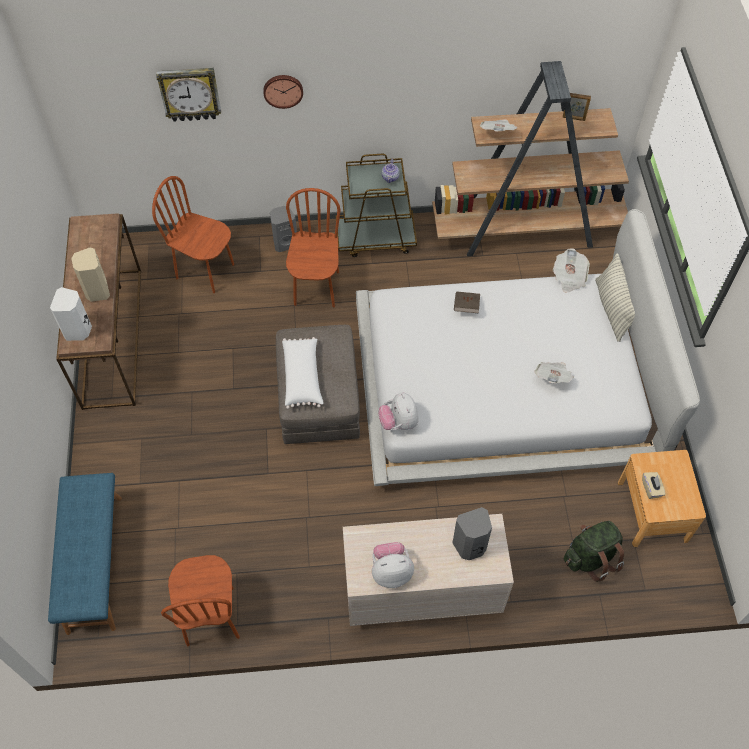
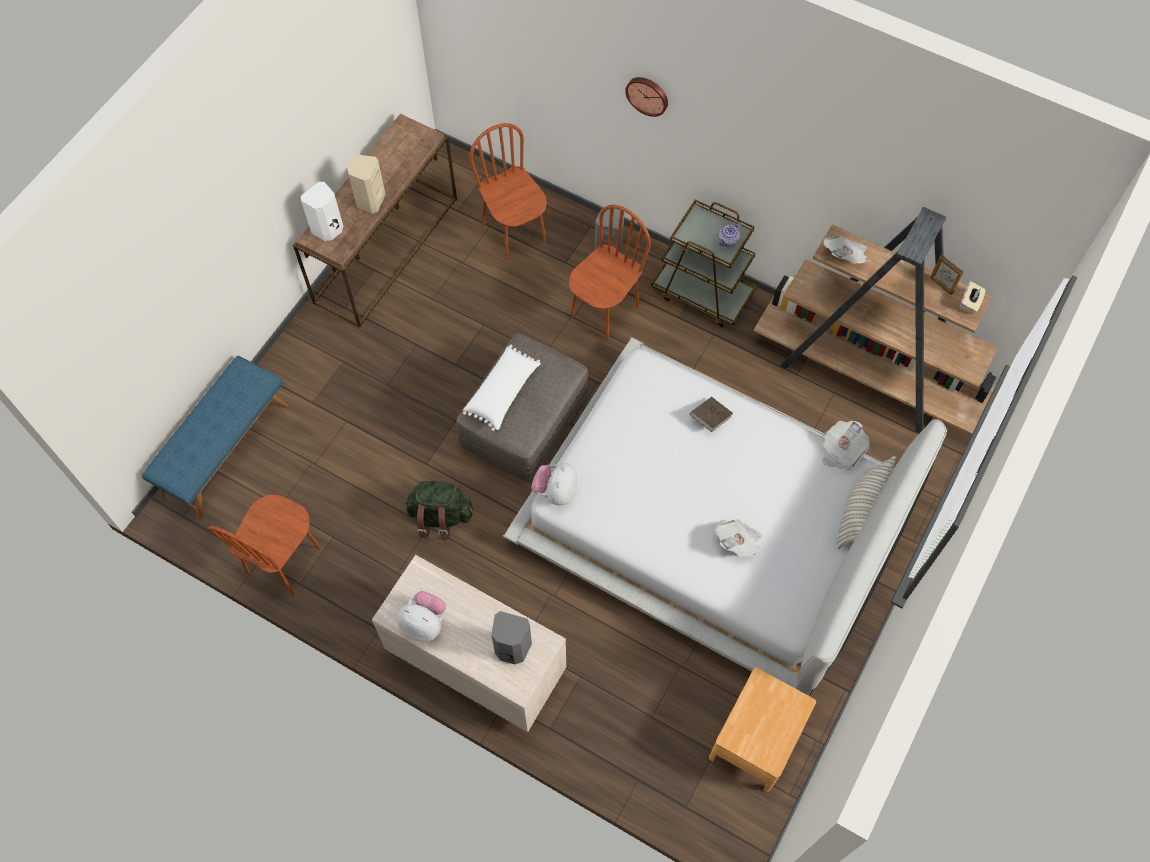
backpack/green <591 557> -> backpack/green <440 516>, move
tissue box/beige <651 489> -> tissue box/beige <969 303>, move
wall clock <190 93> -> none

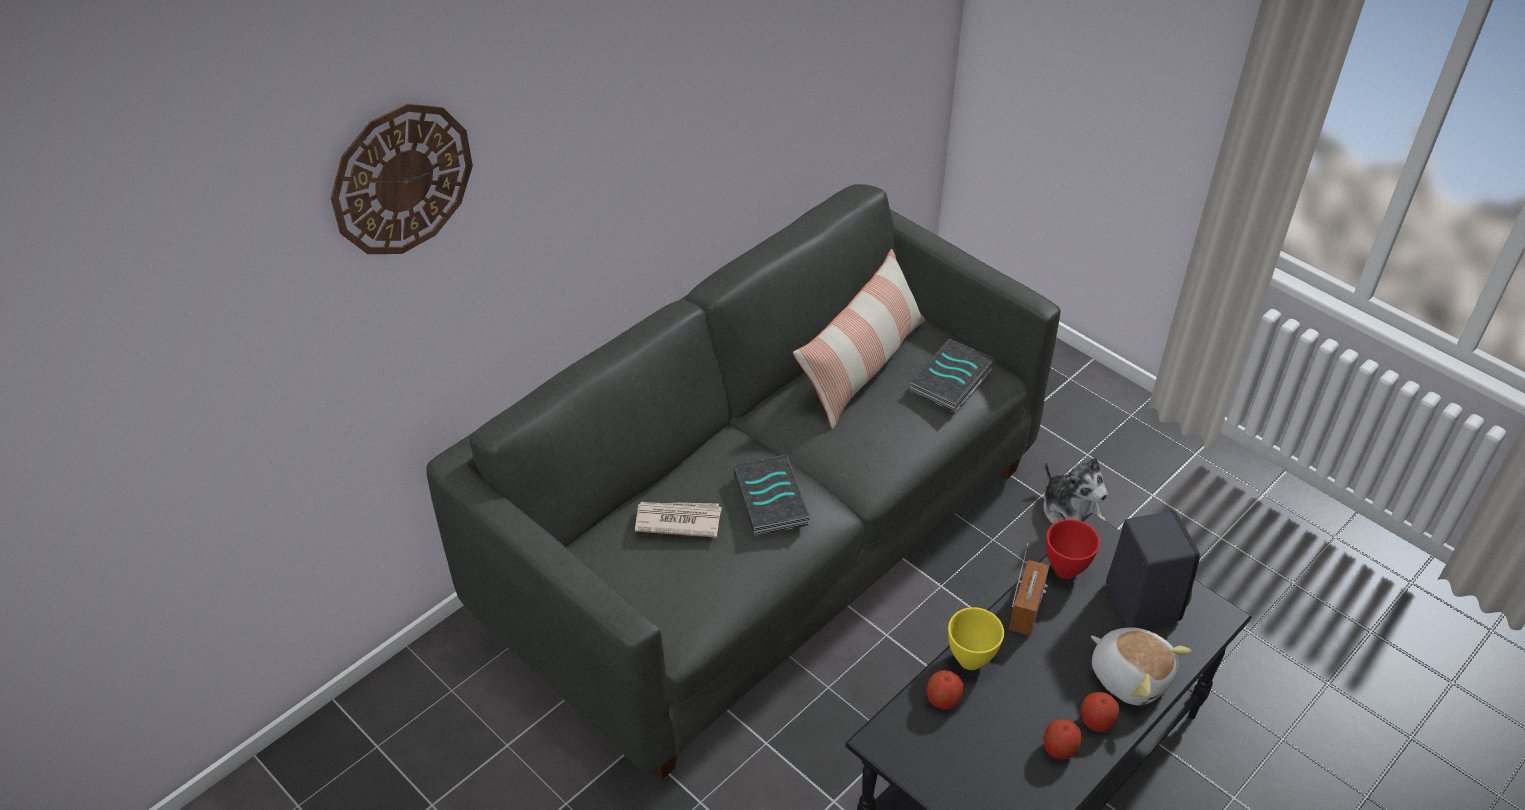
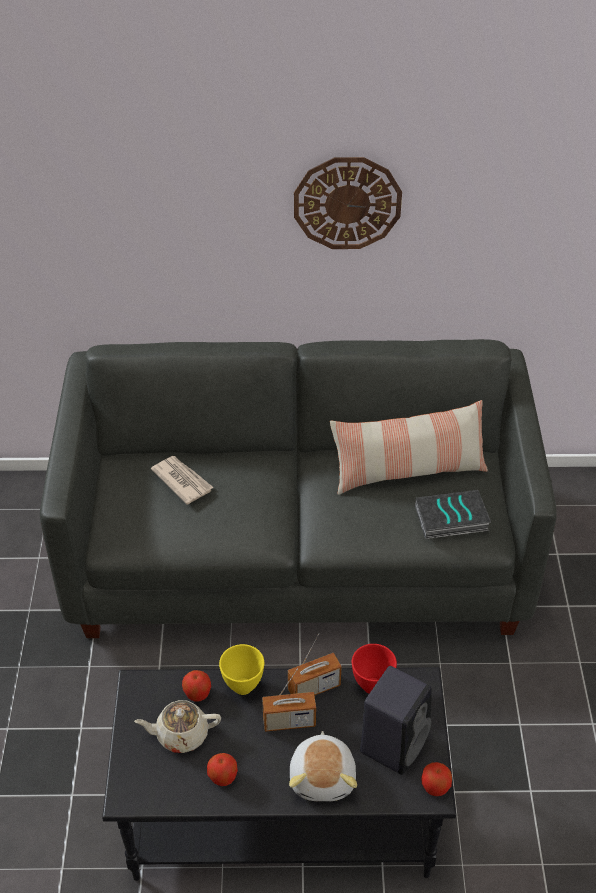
none -> teapot/beige <181 734>
none -> radio <289 722>
wall clock <402 179> -> wall clock <347 203>, move
apple <1096 722> -> apple <435 787>, move
book <772 501> -> none
plush toy <1071 511> -> none

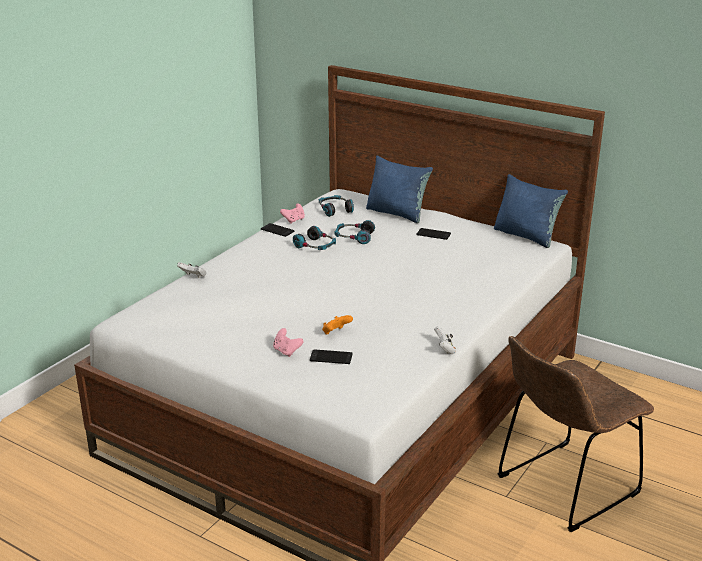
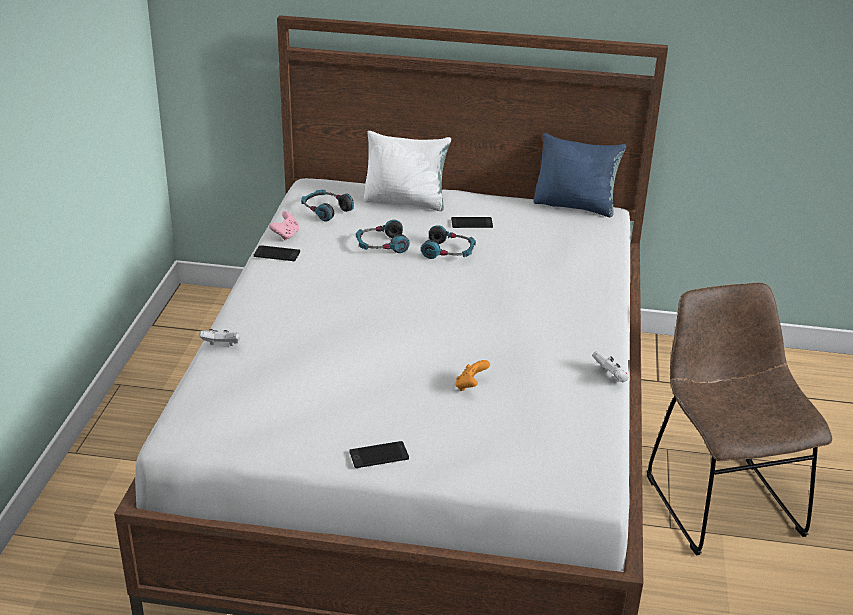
phone <331 357> -> phone <379 455>, move
pillow/blue <397 213> -> pillow/white <405 202>
headphones <315 246> -> headphones <448 252>, move
chair/brown <562 488> -> chair/brown <719 500>, 135 degrees clockwise
game controller/pink <287 351> -> none

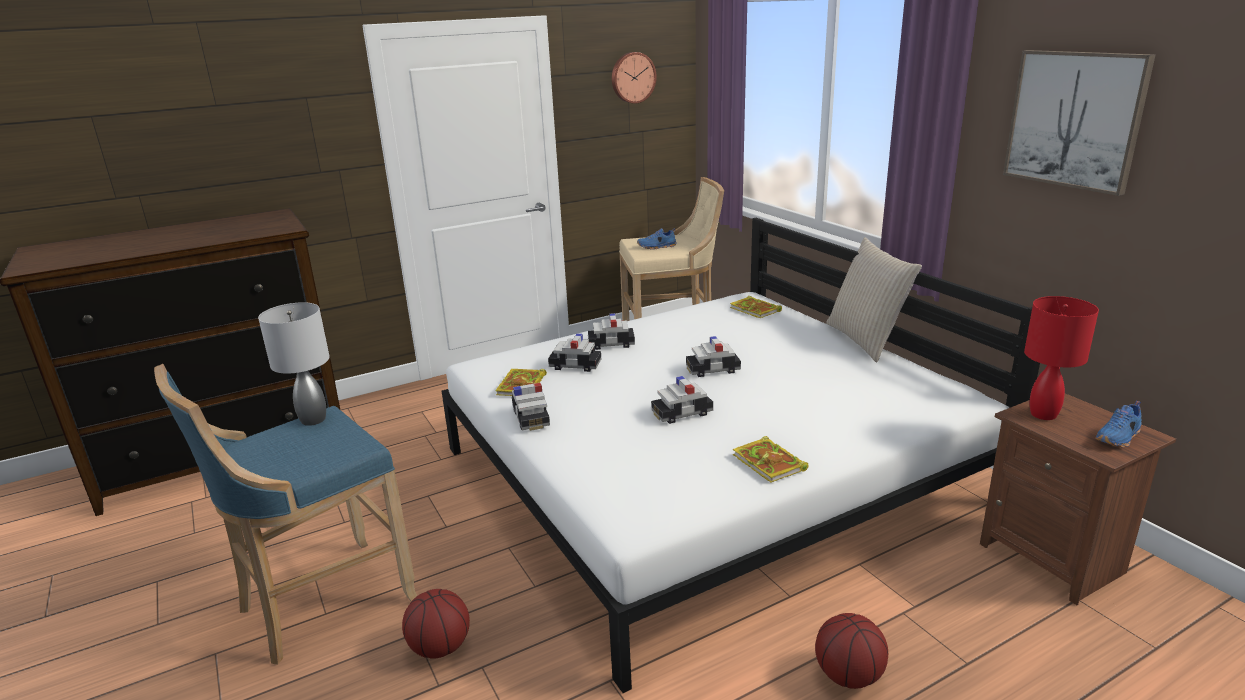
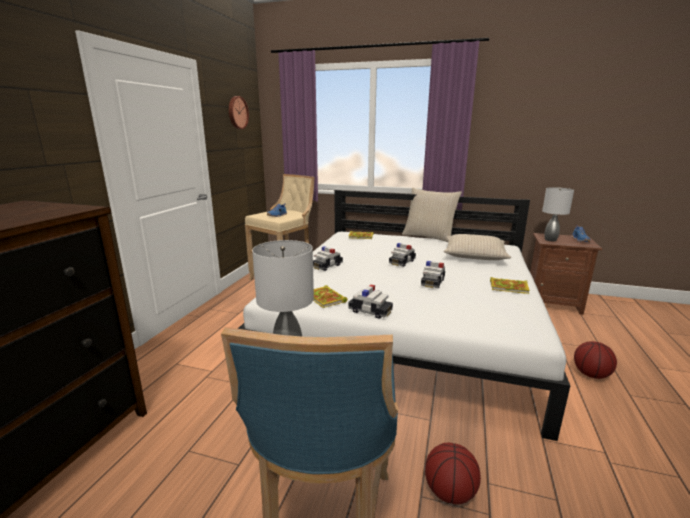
none -> pillow/beige <474 255>
table lamp/red <1043 414> -> table lamp/grey <550 239>
toy car <575 365> -> none
picture <1075 120> -> none

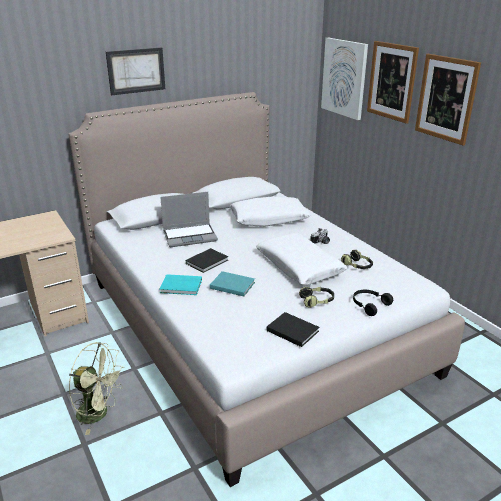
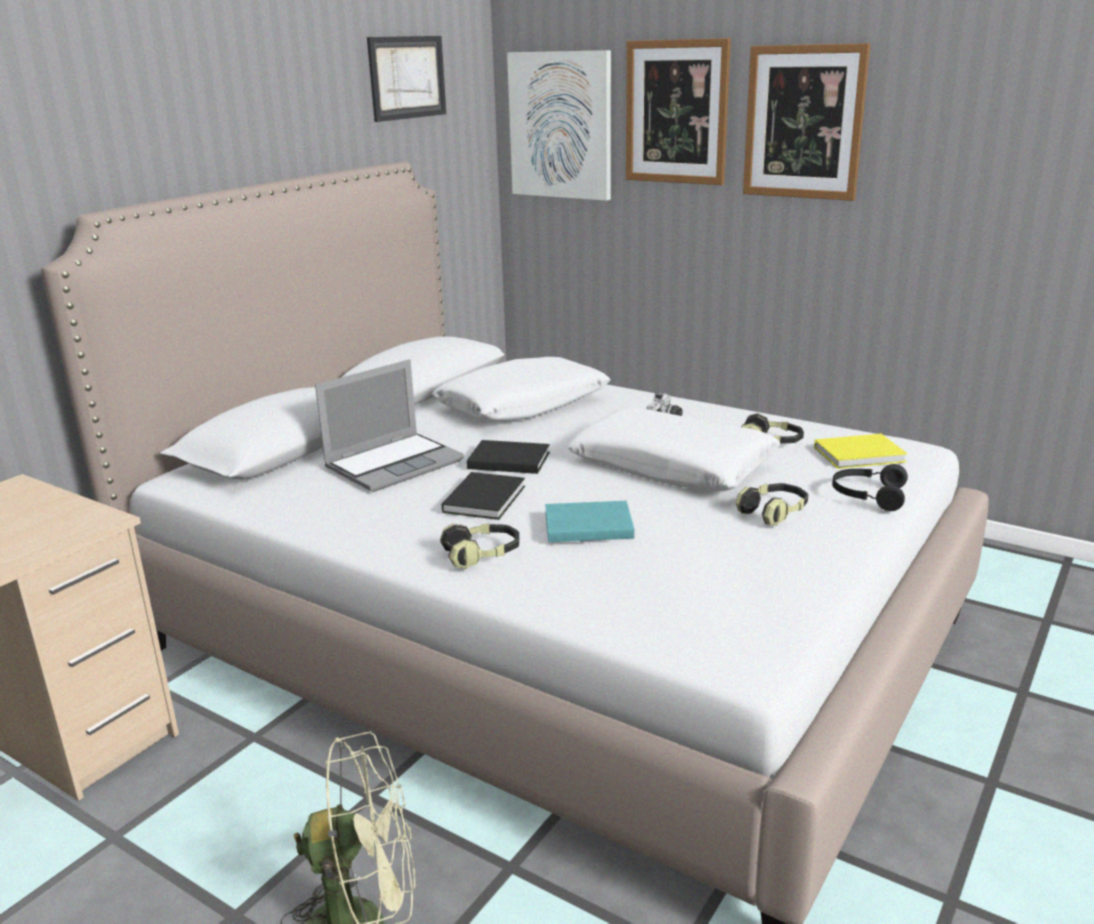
picture <136 71> -> picture <407 77>, move
book/turquoise <182 287> -> headphones <482 555>
book/black <292 330> -> book/black <507 460>, move
none -> book/yellow <862 455>

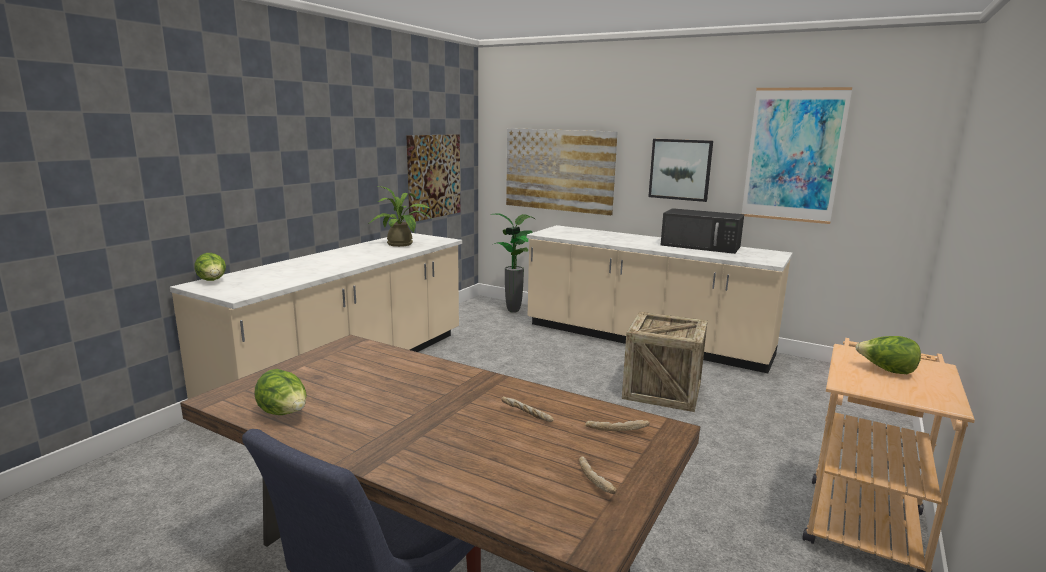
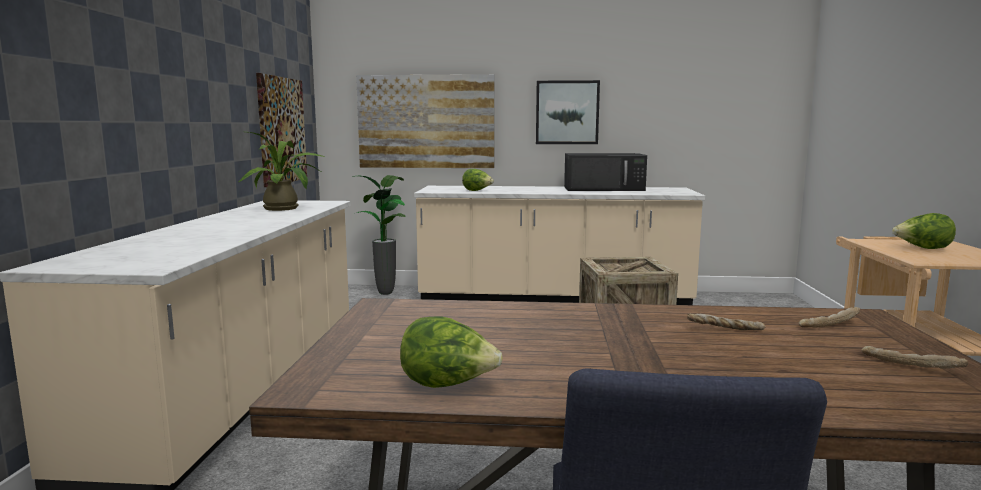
lettuce <212 281> -> lettuce <477 191>, move
picture <793 155> -> none

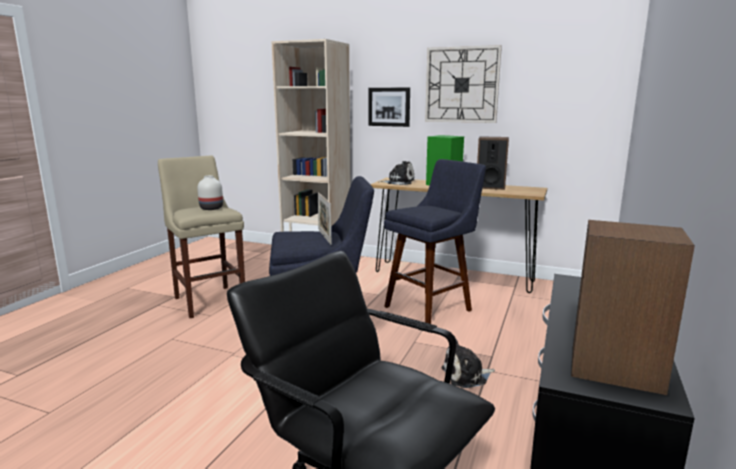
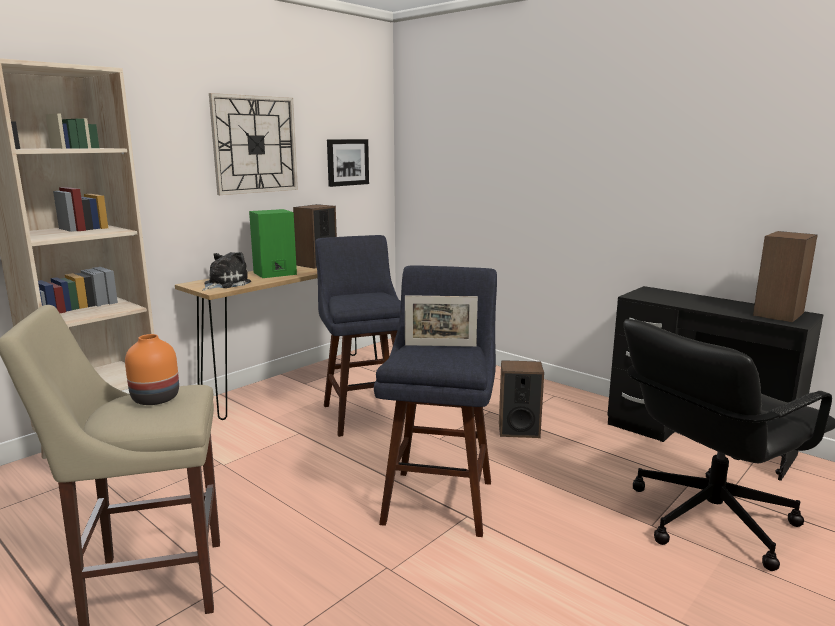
vase/white <212 208> -> vase/orange <157 398>
picture <389 107> -> picture <347 162>, move
plush toy <466 376> -> speaker <518 430>

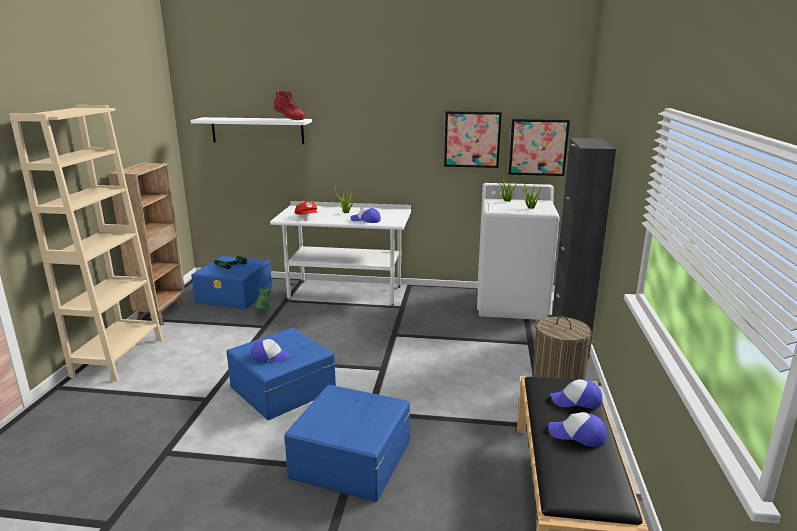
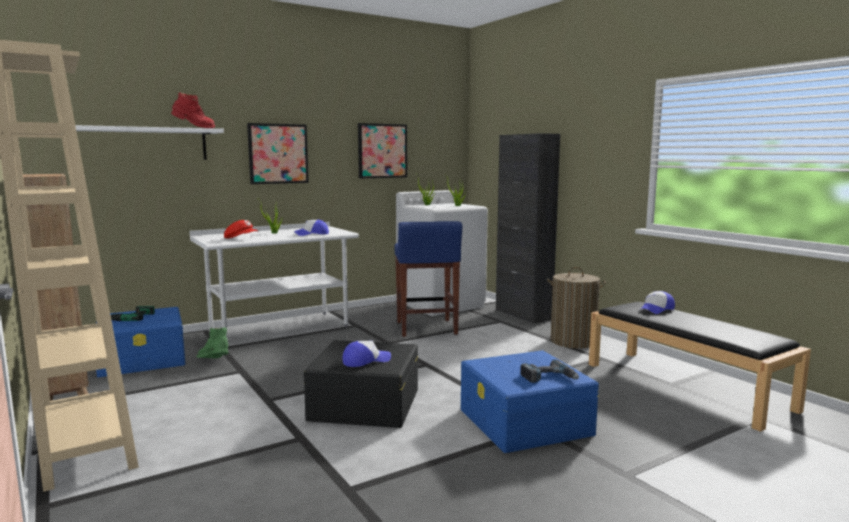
picture <538 147> -> picture <278 153>, move
storage box/blue <282 388> -> storage box/black <364 404>
none -> stool/blue <426 328>
none -> power drill <549 377>
cap <577 435> -> none

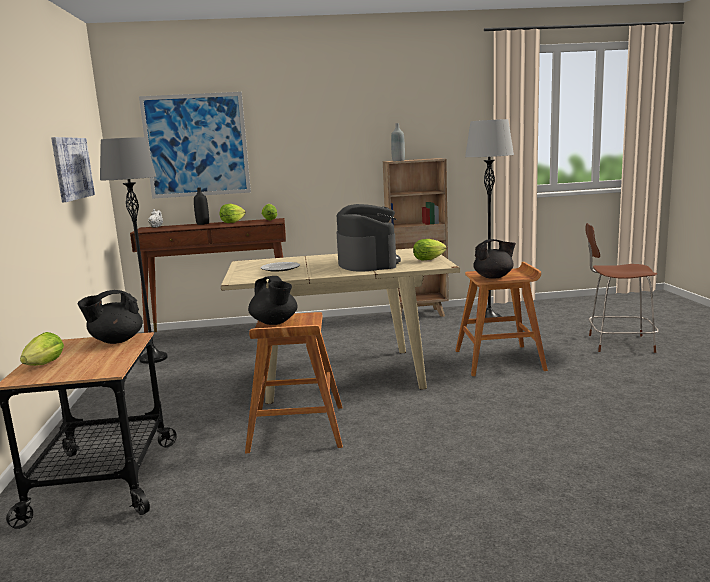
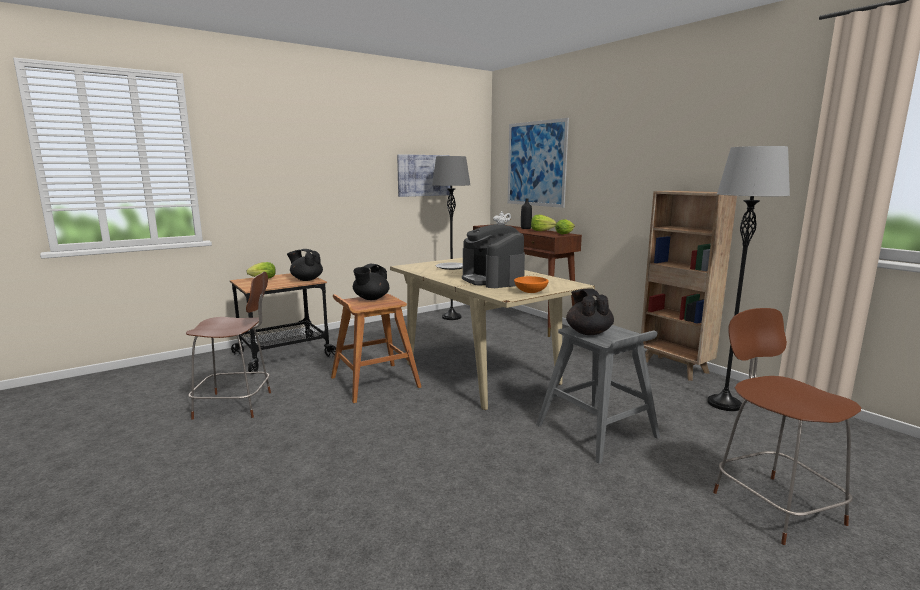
none -> chair/brown <236 405>
coffee machine <367 263> -> coffee machine <492 280>, 105 degrees clockwise
lettuce <430 259> -> bowl/orange <530 291>
stool/brown <500 360> -> stool/grey <597 431>
teapot/black <494 277> -> teapot/black <588 332>, 150 degrees counterclockwise
bottle/grey <398 160> -> none

